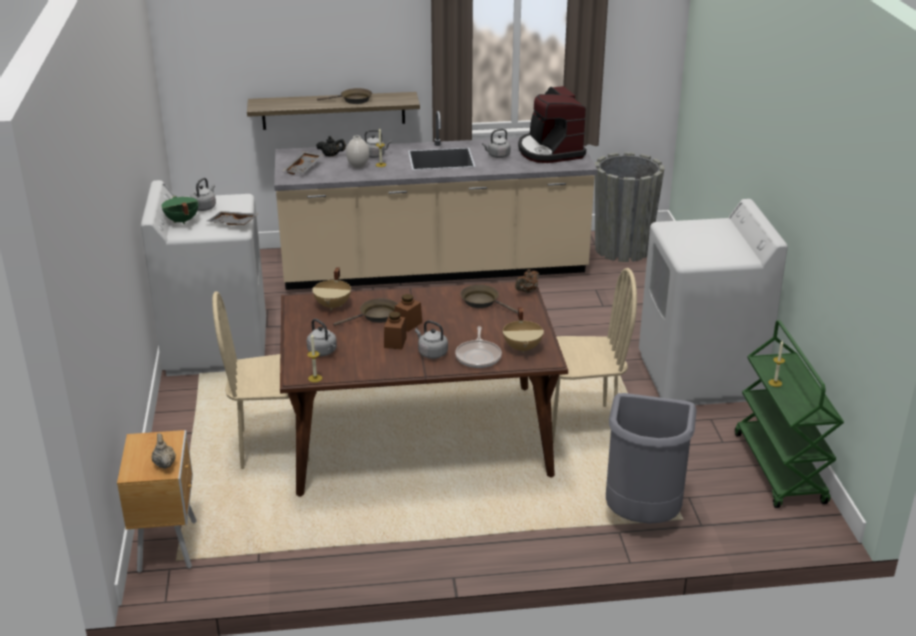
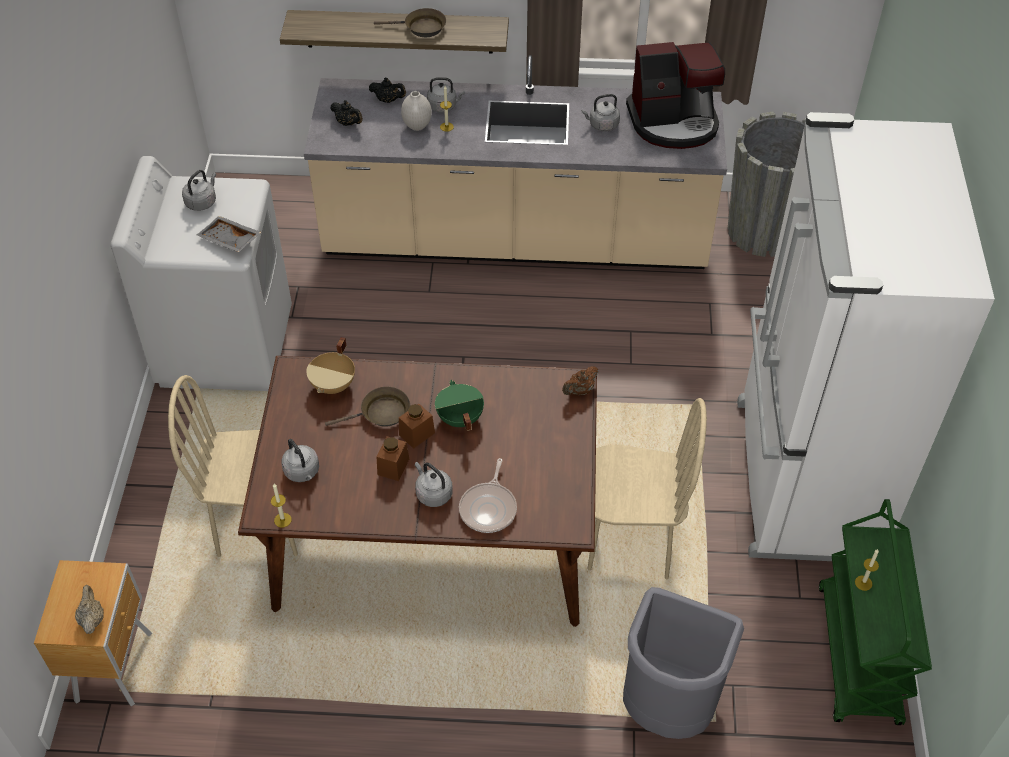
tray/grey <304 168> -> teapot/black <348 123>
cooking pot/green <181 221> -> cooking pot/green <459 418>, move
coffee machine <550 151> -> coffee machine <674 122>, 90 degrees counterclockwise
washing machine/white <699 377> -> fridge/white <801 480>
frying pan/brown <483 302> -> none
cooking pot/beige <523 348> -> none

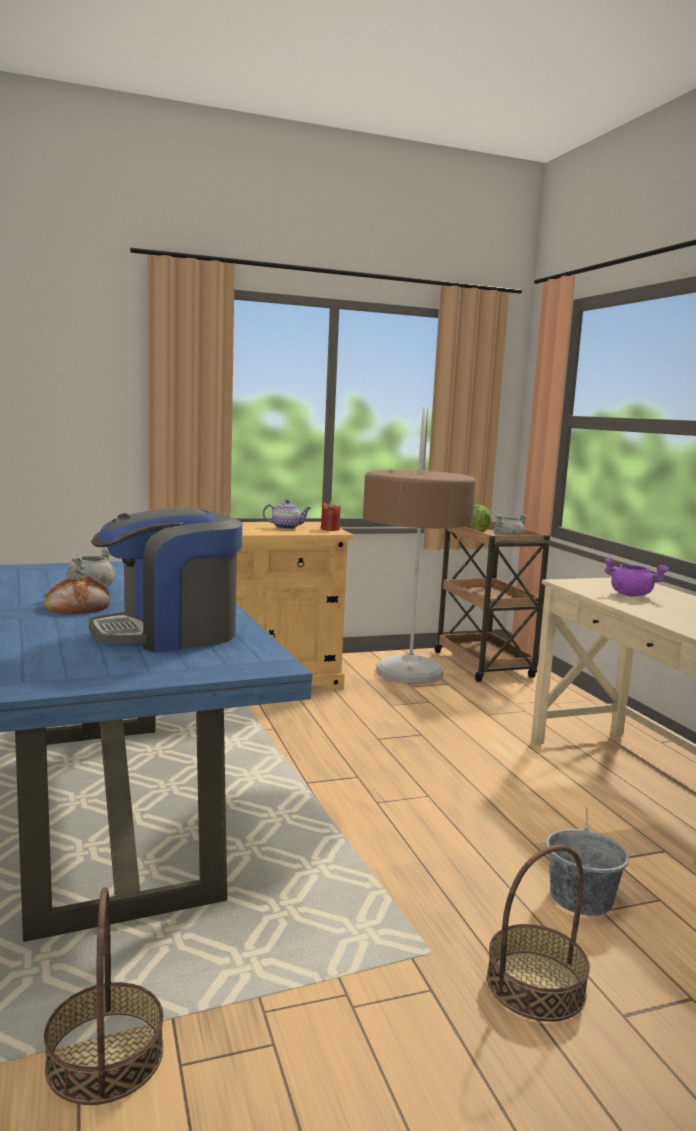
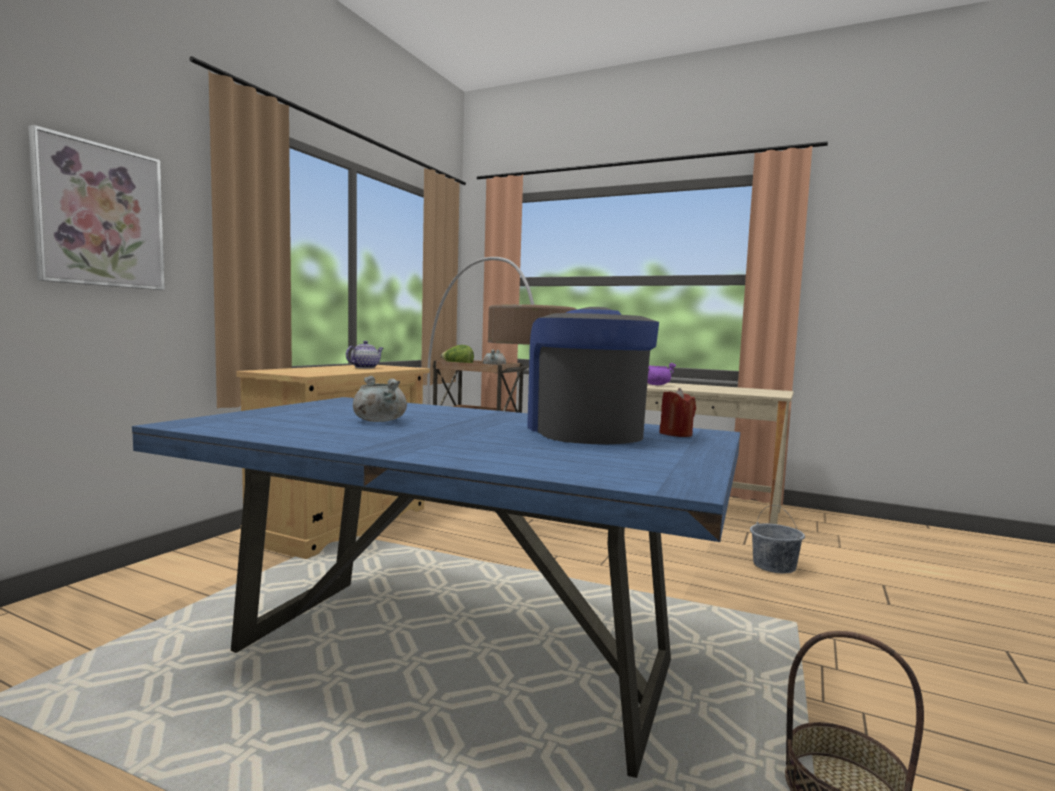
none -> picture <100 216>
coffee machine <169 634> -> coffee machine <584 431>, 150 degrees clockwise
candle/red <330 529> -> candle/red <676 434>, move
bread <78 606> -> none
basket <535 985> -> none

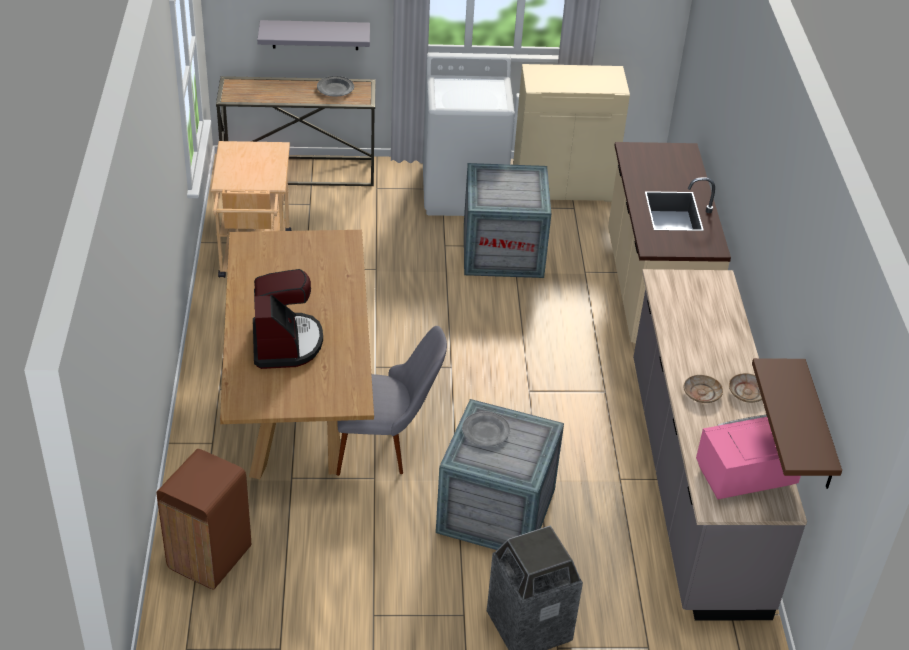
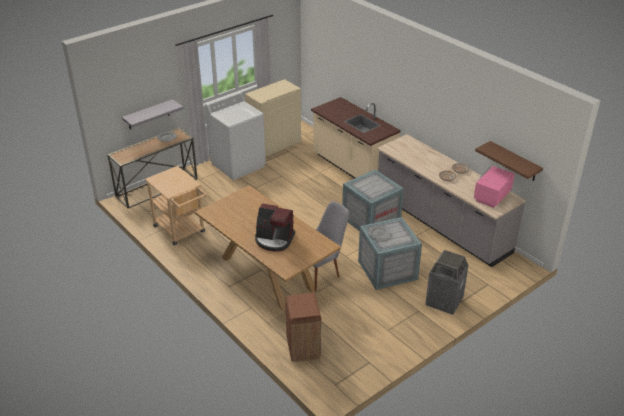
coffee machine <285 343> -> coffee machine <274 240>, 150 degrees clockwise
crate <504 251> -> crate <371 219>, move

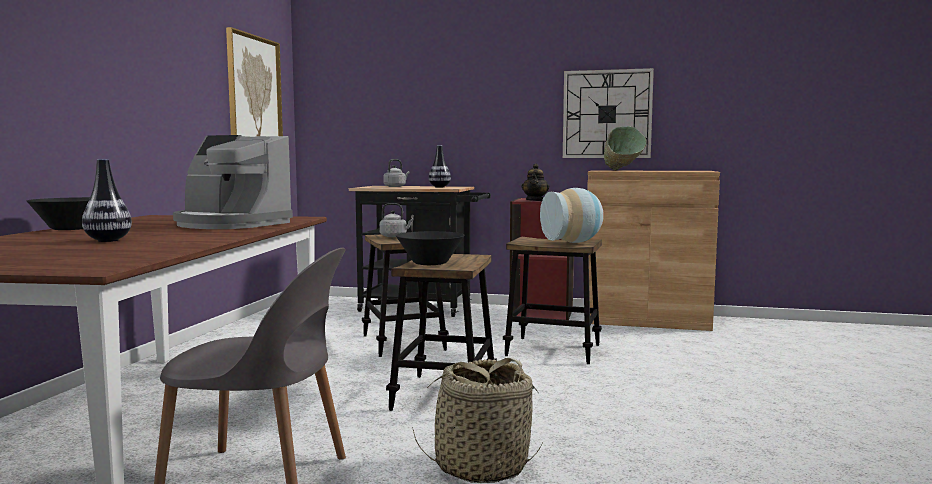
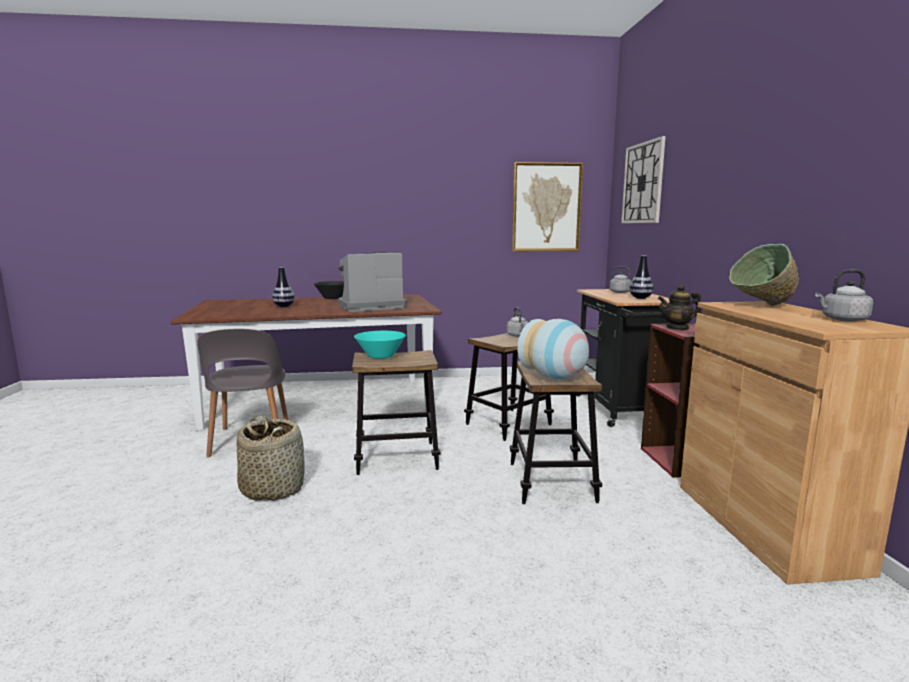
coffee machine <230 224> -> coffee machine <370 307>, 60 degrees clockwise
bowl/black <430 263> -> bowl/turquoise <380 356>
wall clock <607 114> -> wall clock <643 183>, move
none -> kettle/grey <842 320>

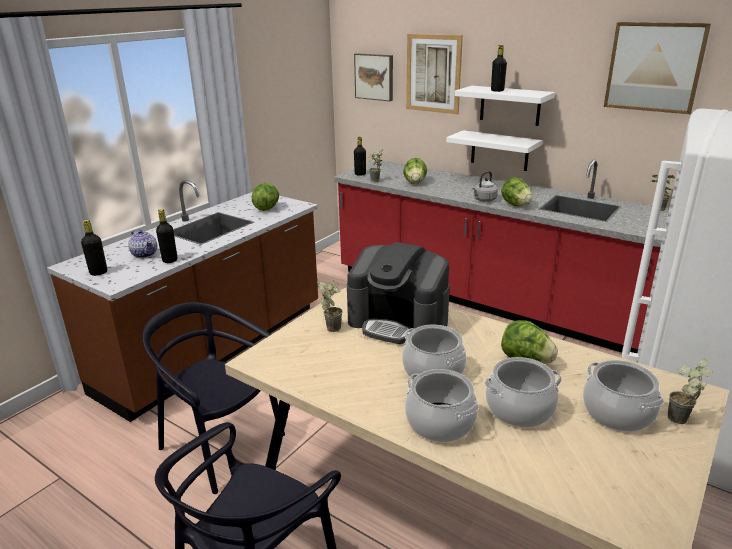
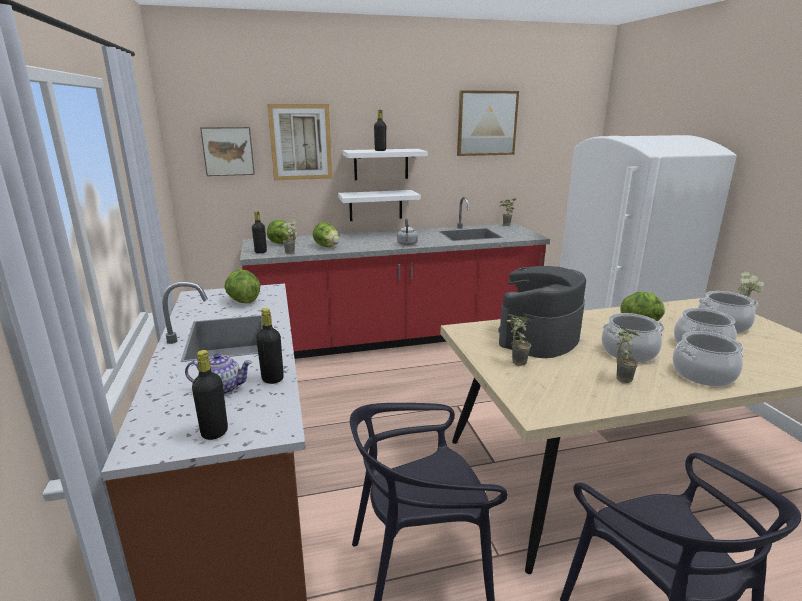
lettuce <515 205> -> lettuce <282 243>, move
coffee machine <399 322> -> coffee machine <539 337>, 150 degrees clockwise
none -> potted plant <619 377>

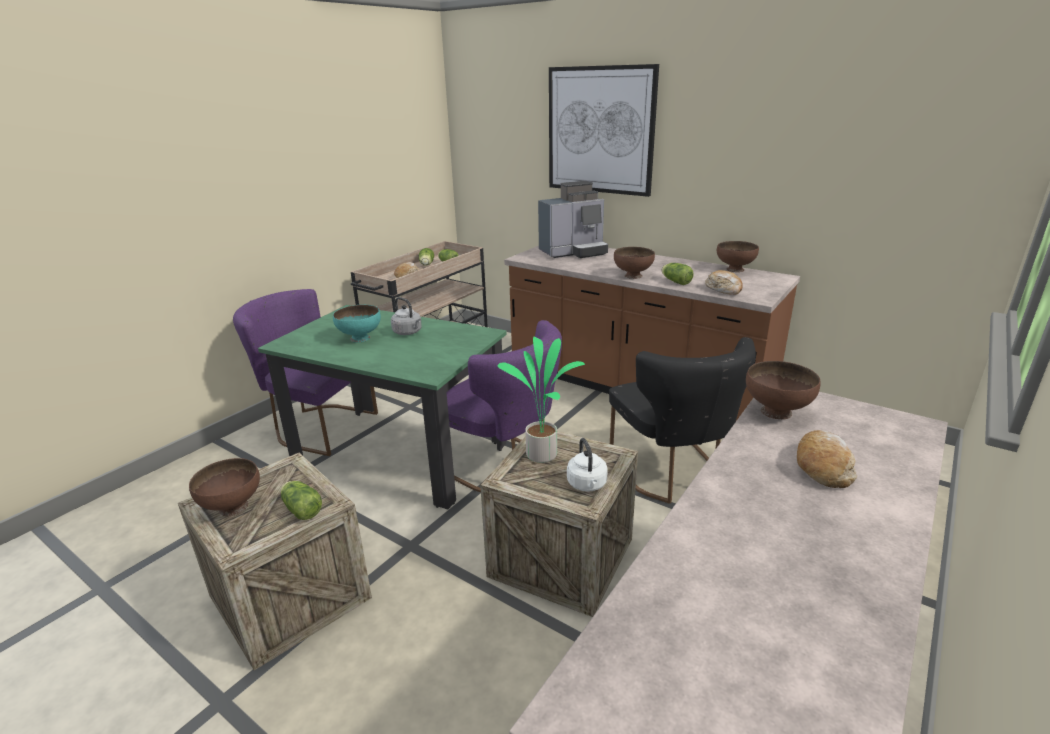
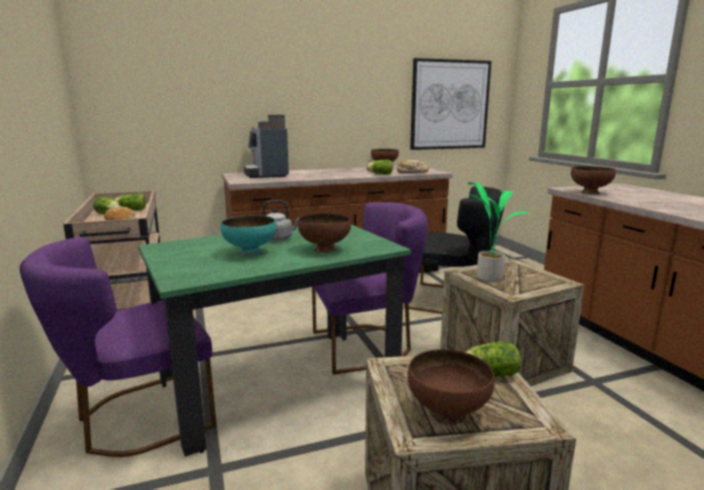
coffee machine <574 252> -> coffee machine <267 174>, 150 degrees clockwise
bowl/brown <632 276> -> bowl/brown <324 249>, move
picture <600 131> -> picture <450 105>, move
kettle/white <587 485> -> none
bread <822 467> -> none

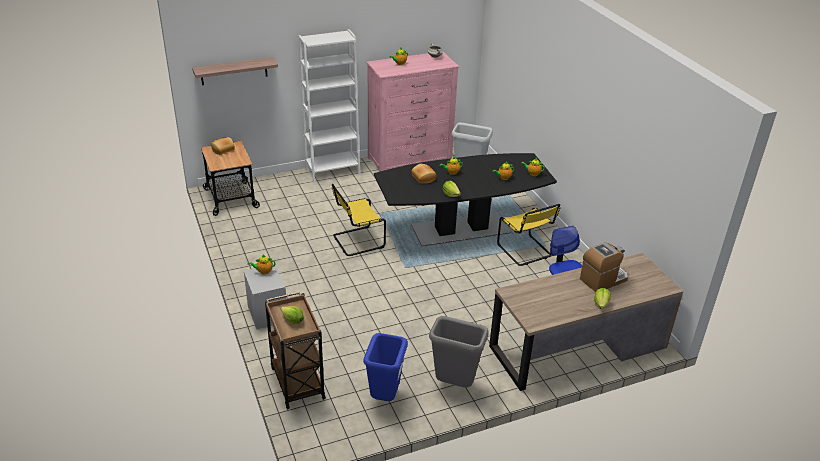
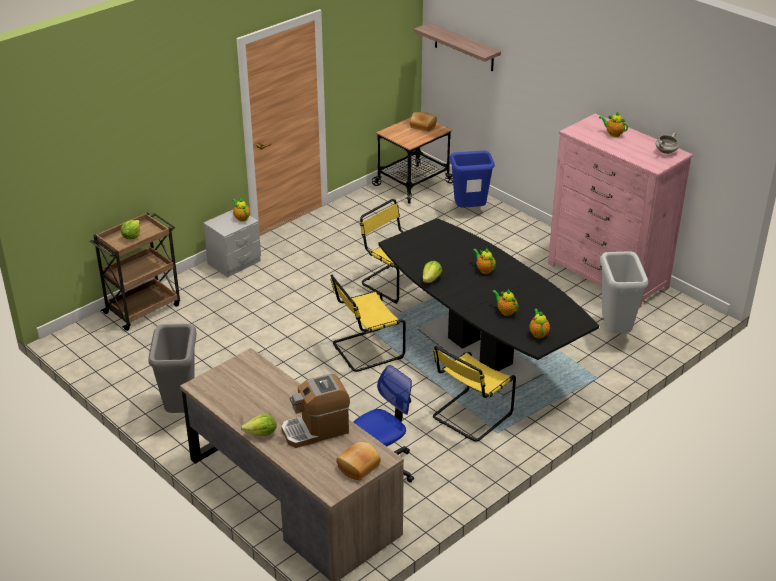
coffee machine <603 280> -> coffee machine <316 429>, 120 degrees clockwise
none -> chair/yellow <365 351>
bread <423 178> -> bread <357 466>, move
trash can/blue <385 397> -> trash can/blue <470 211>, move
bookcase/white <332 171> -> none

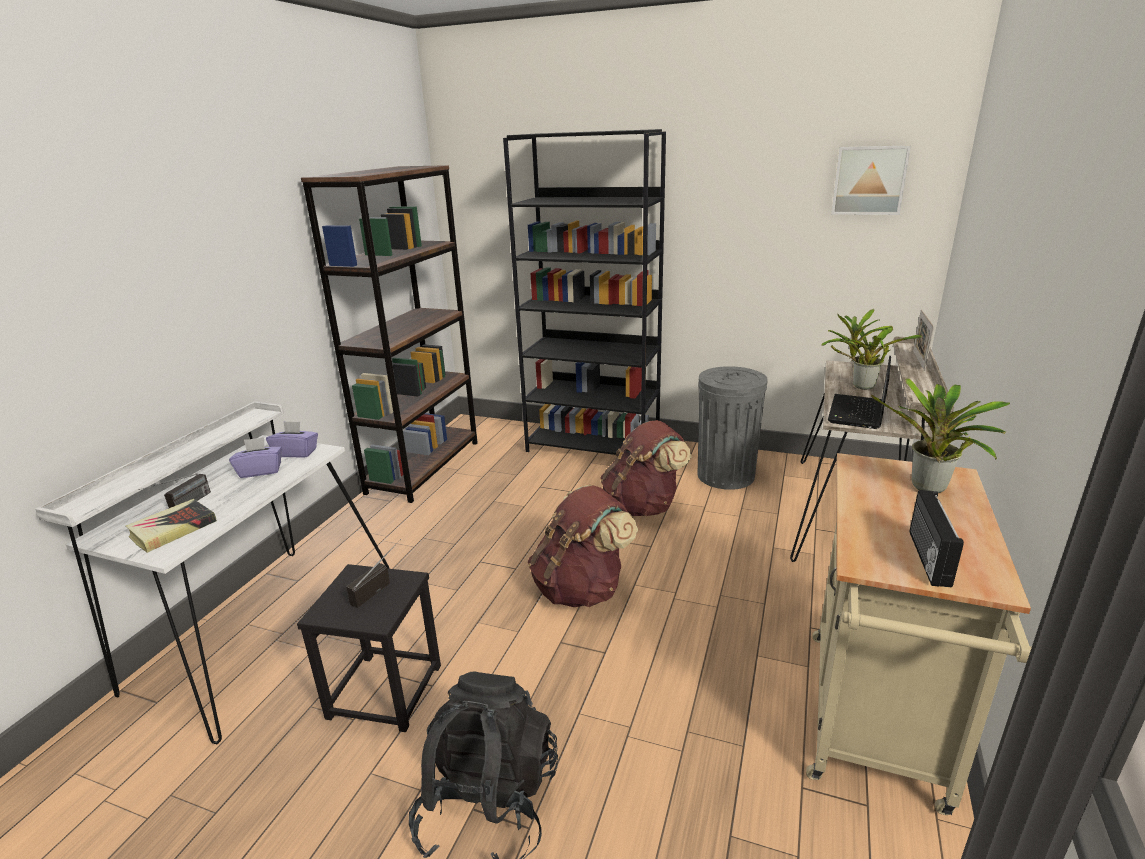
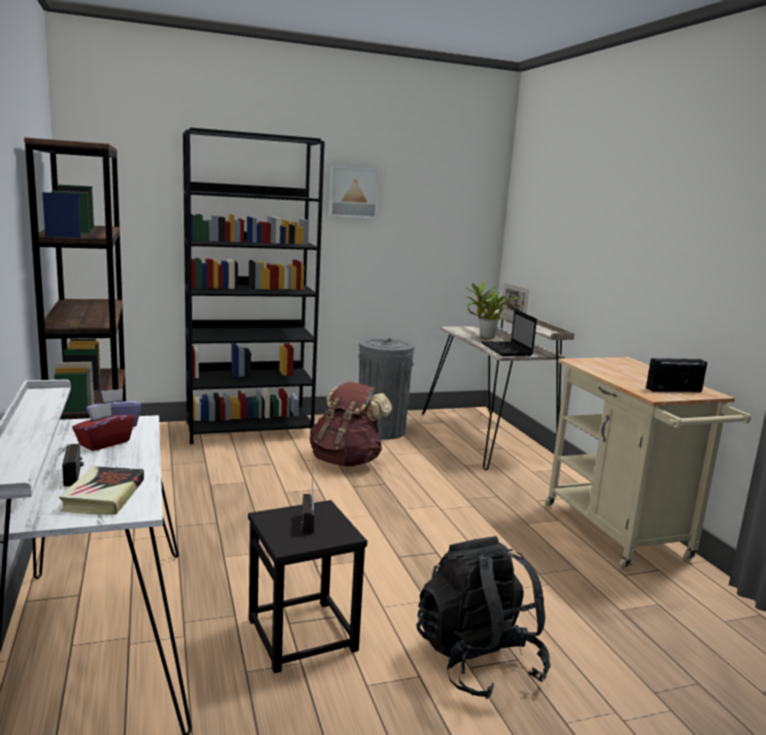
tissue box/purple <261 471> -> tissue box/red <104 443>
picture <869 180> -> picture <353 192>, move
radio <927 557> -> radio <673 389>, 105 degrees clockwise
backpack/brown <581 589> -> none
potted plant <929 490> -> none

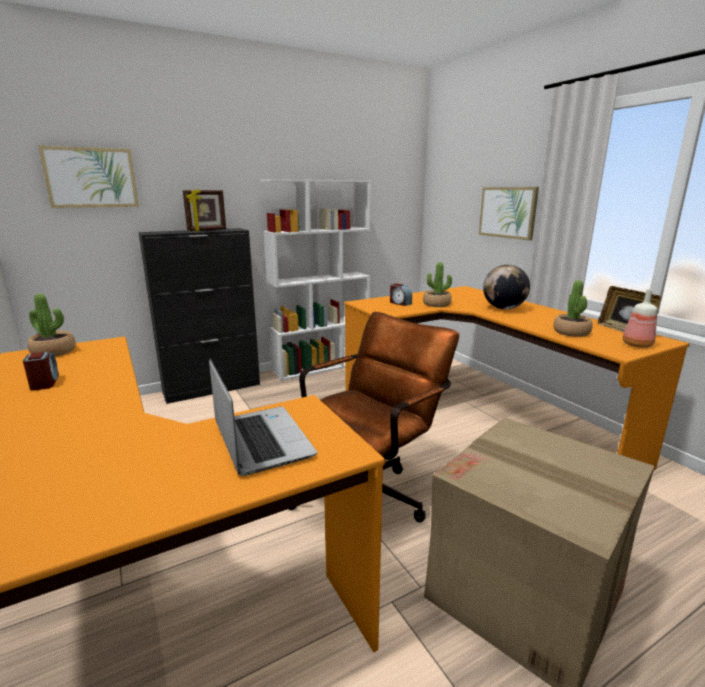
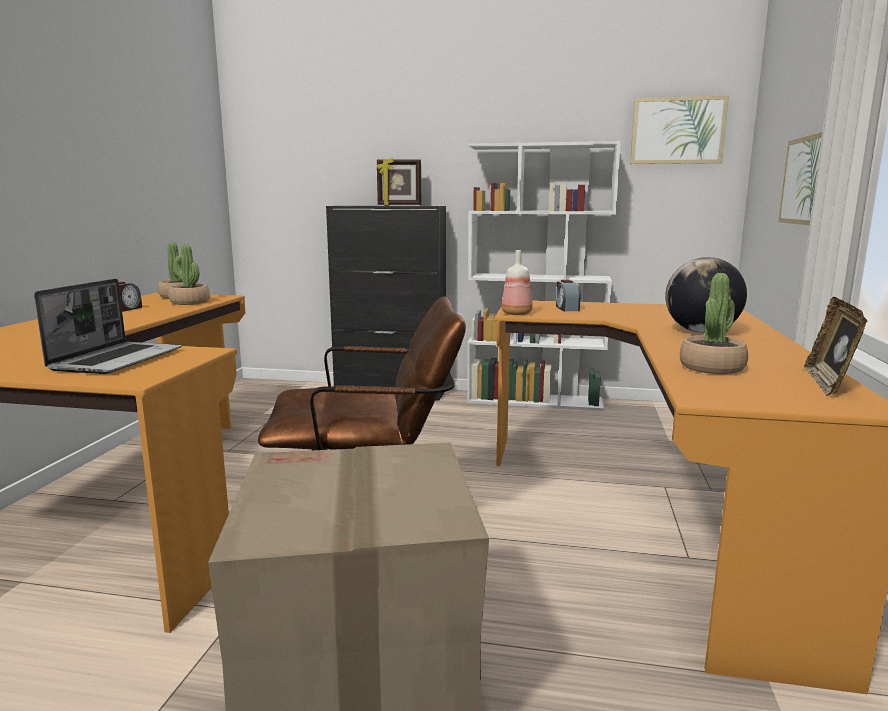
potted plant <436 304> -> potted plant <190 302>, move
bottle <636 345> -> bottle <516 313>, move
picture <91 178> -> picture <677 131>, move

